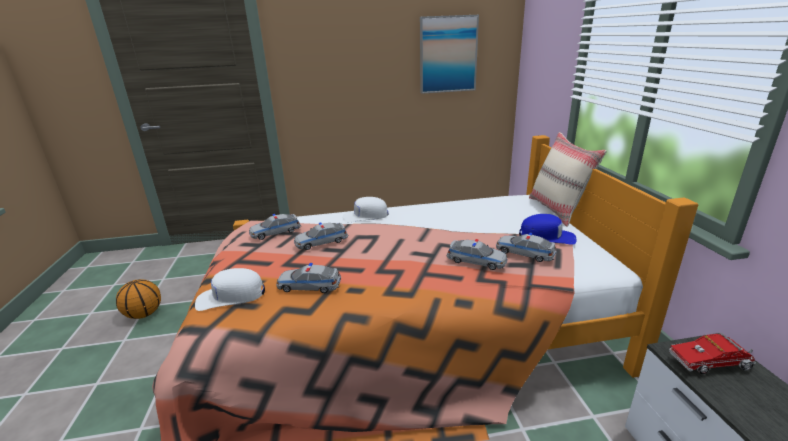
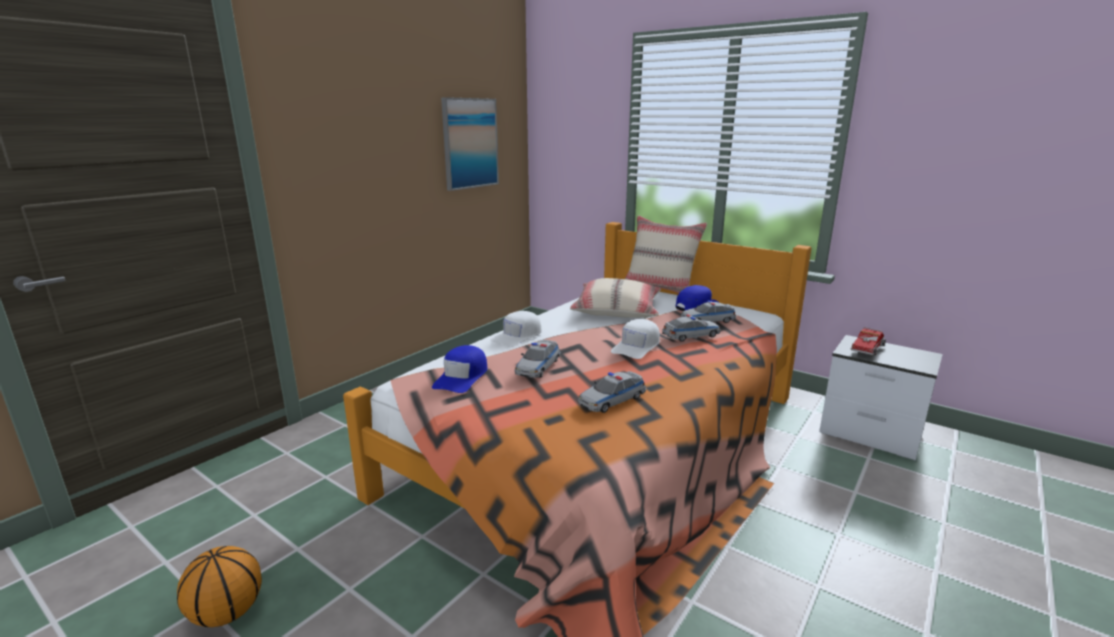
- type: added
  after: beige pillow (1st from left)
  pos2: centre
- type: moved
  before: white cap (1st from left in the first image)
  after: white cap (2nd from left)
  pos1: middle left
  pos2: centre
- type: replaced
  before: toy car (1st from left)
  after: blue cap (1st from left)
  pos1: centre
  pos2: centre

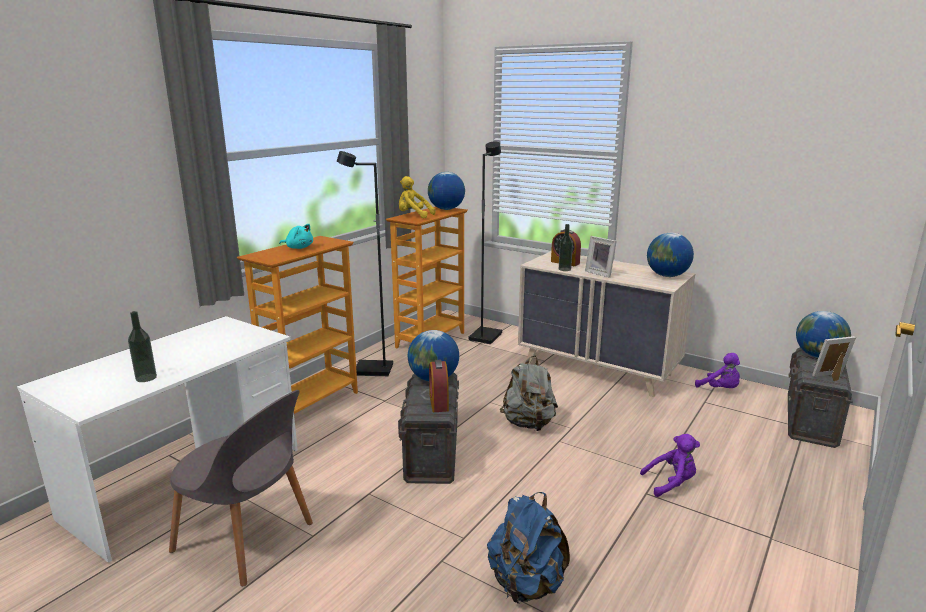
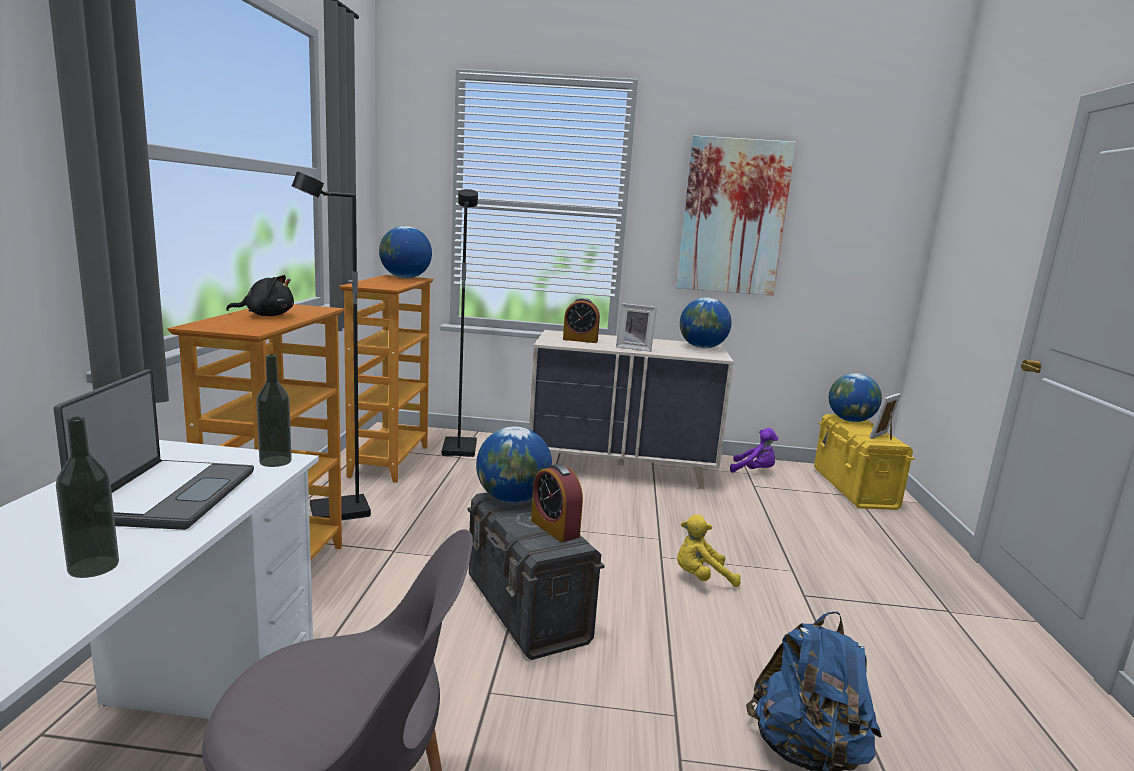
- type: removed
  before: grey backpack
  pos1: centre
- type: removed
  before: purple plush toy (1st from left)
  pos1: bottom right
- type: added
  after: laptop
  pos2: middle left
- type: added
  after: picture
  pos2: top centre
- type: moved
  before: yellow plush toy
  pos1: top centre
  pos2: bottom centre
- type: moved
  before: bottle (2nd from left)
  pos1: centre
  pos2: middle left
- type: recoloured
  before: turquoise plush toy
  after: black plush toy
  pos1: middle left
  pos2: middle left
- type: recoloured
  before: grey storage box (2nd from left)
  after: yellow storage box
  pos1: middle right
  pos2: middle right

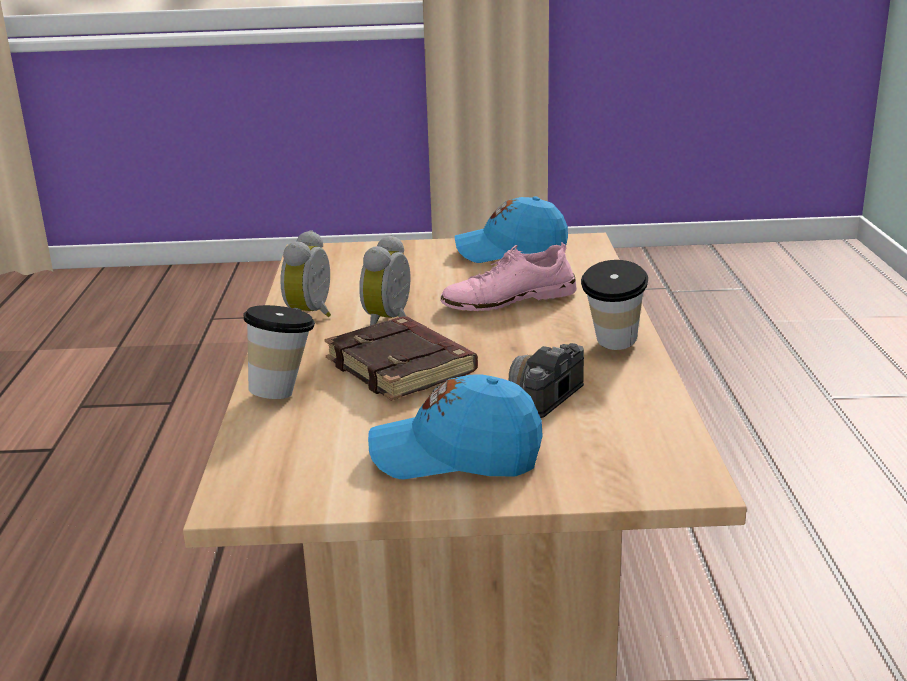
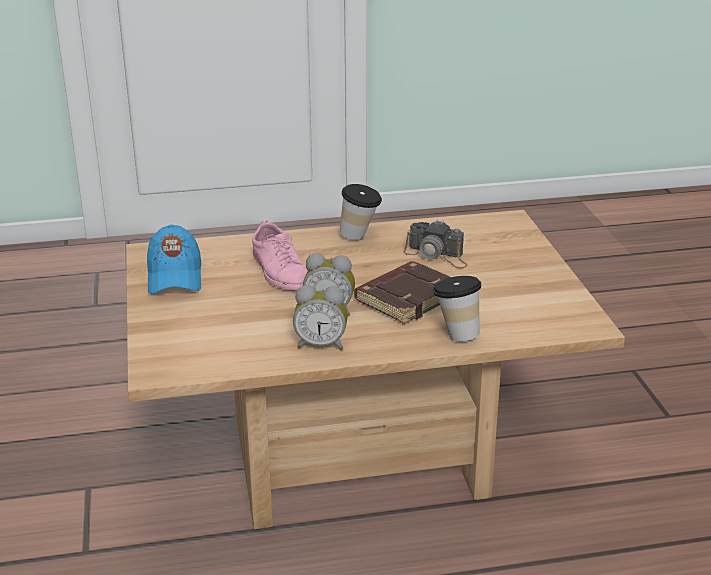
- type: removed
  before: blue cap (1st from left)
  pos1: centre

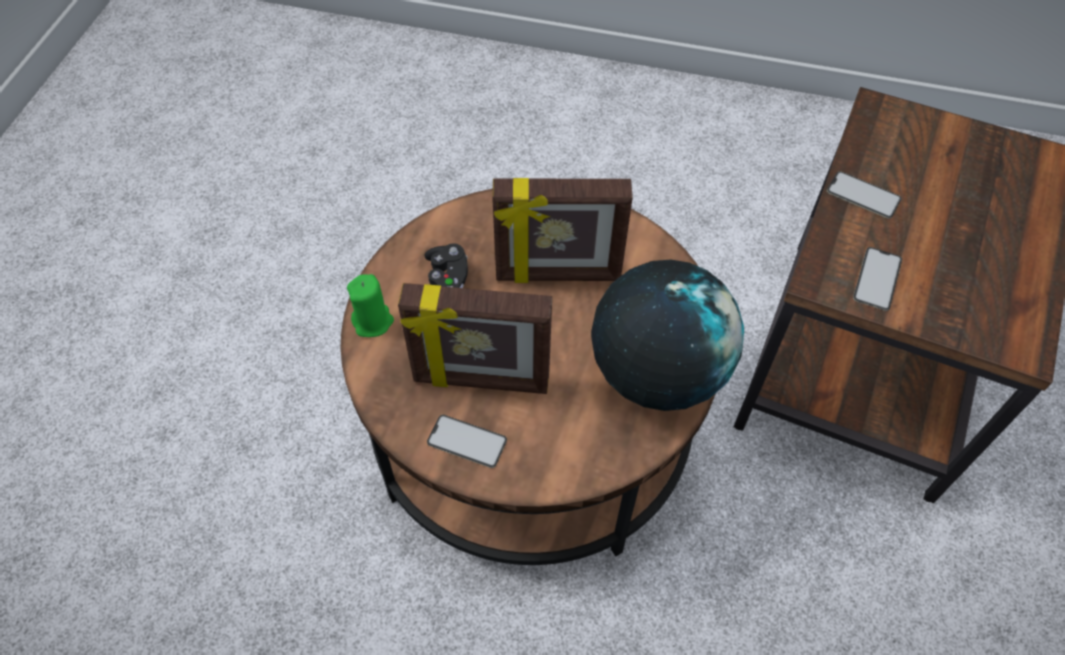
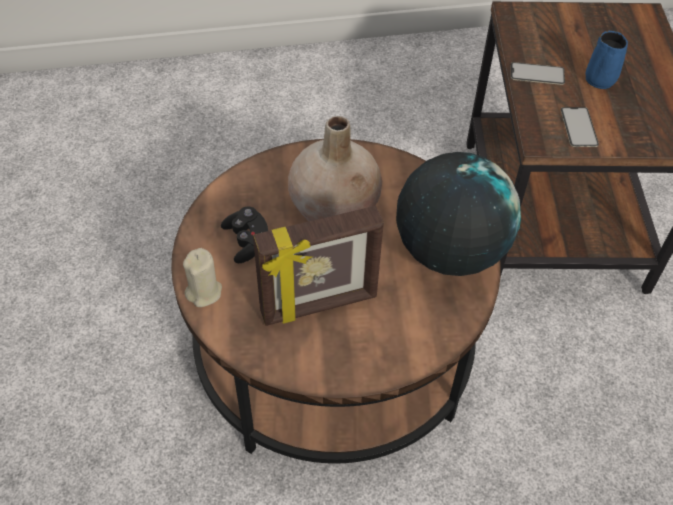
- type: removed
  before: phone (1st from left)
  pos1: bottom centre
- type: added
  after: blue mug
  pos2: top right
- type: replaced
  before: picture frame (2nd from left)
  after: beige vase
  pos1: centre
  pos2: top centre
- type: recoloured
  before: green candle
  after: beige candle
  pos1: centre
  pos2: middle left

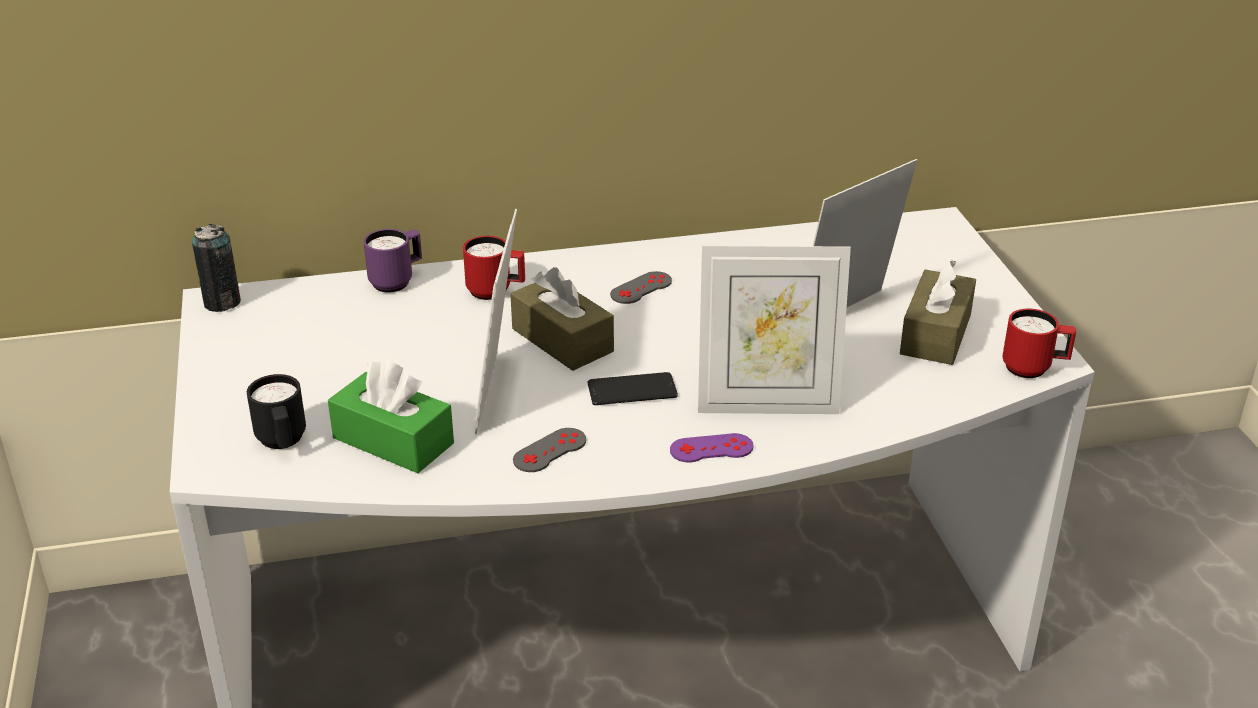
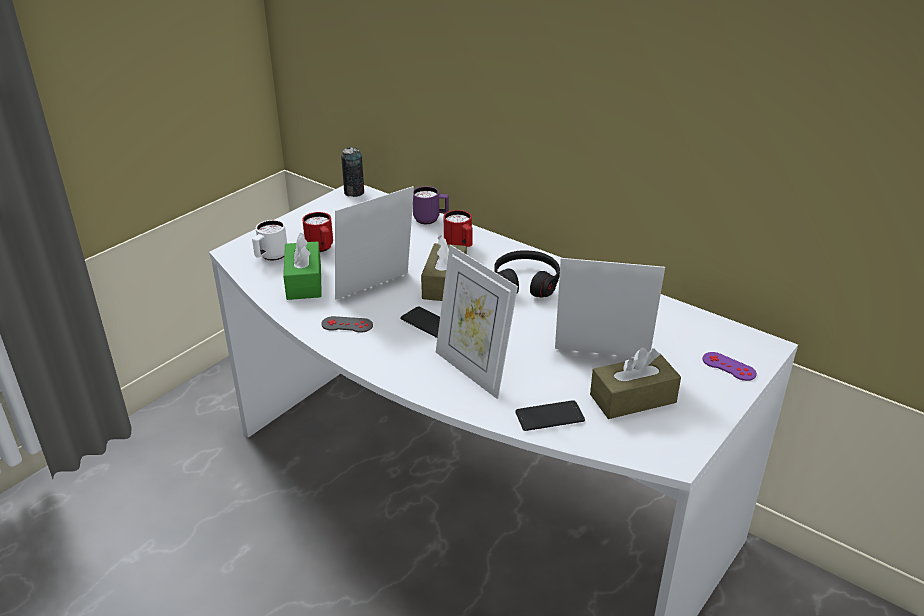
- type: added
  after: phone (2nd from left)
  pos2: bottom centre
- type: moved
  before: purple game controller
  pos1: centre
  pos2: middle right
- type: moved
  before: red mug (2nd from left in the first image)
  after: red mug (1st from left)
  pos1: middle right
  pos2: centre
- type: replaced
  before: grey game controller (2nd from left)
  after: black headphones
  pos1: centre
  pos2: centre
- type: recoloured
  before: black mug
  after: white mug
  pos1: middle left
  pos2: middle left

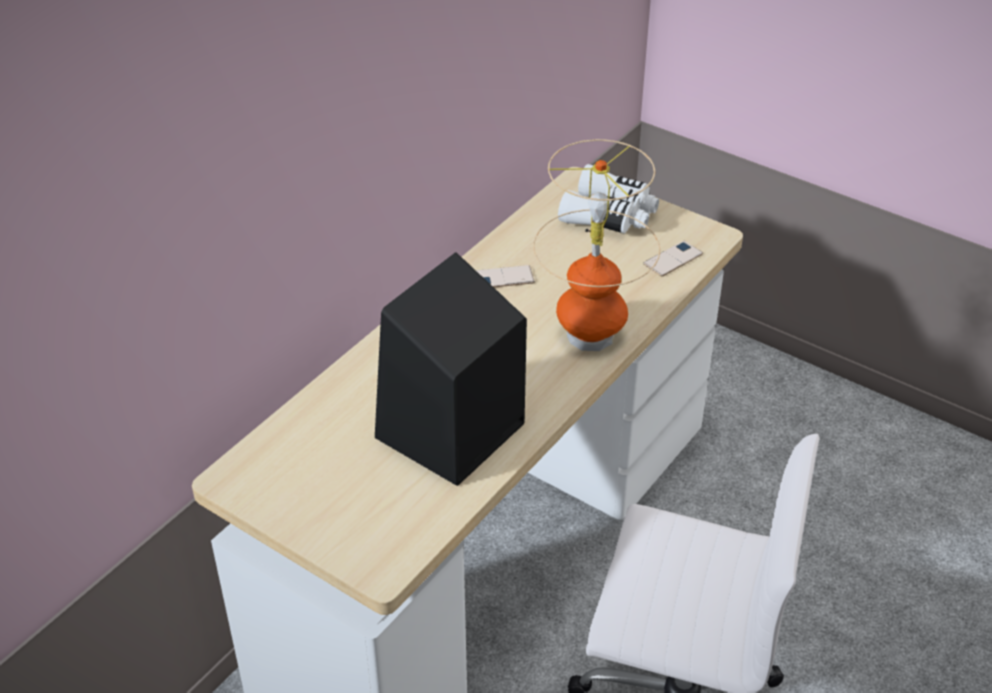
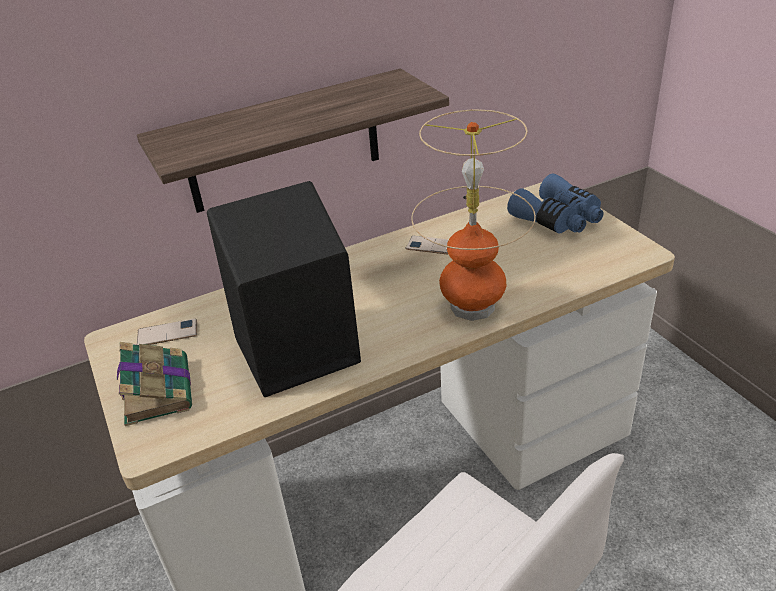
- type: added
  after: book
  pos2: middle left
- type: added
  after: shelf
  pos2: top centre
- type: moved
  before: phone (2nd from left in the first image)
  after: phone (1st from left)
  pos1: middle right
  pos2: middle left
- type: recoloured
  before: white binoculars
  after: blue binoculars
  pos1: top centre
  pos2: middle right

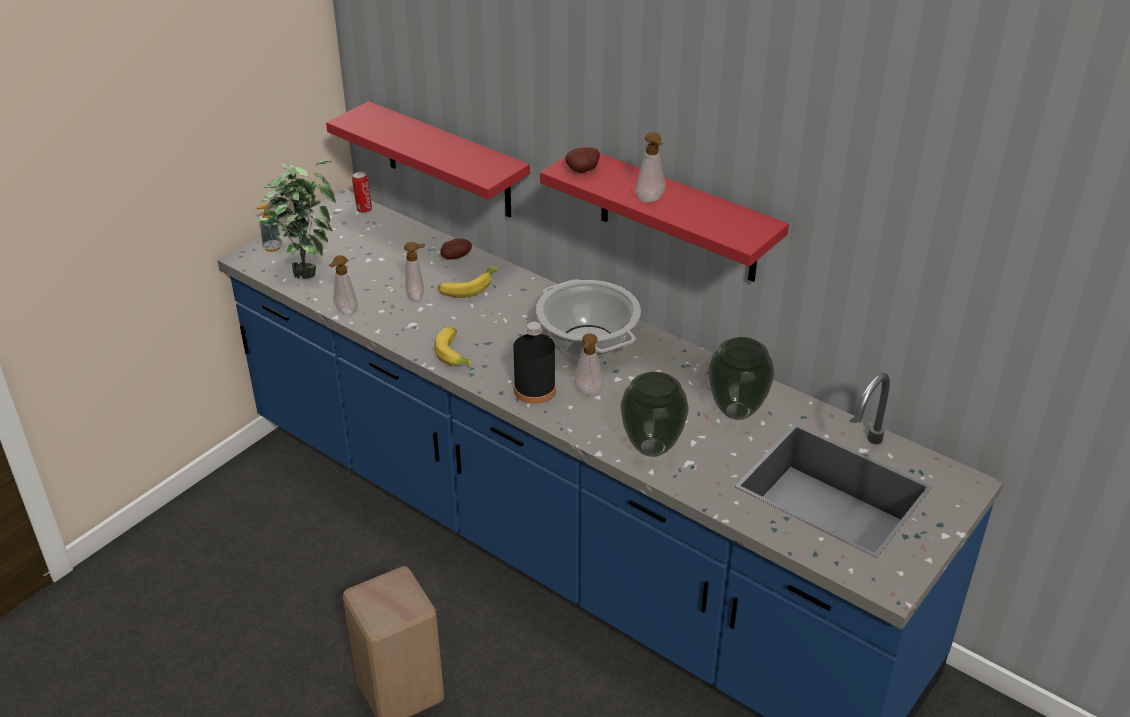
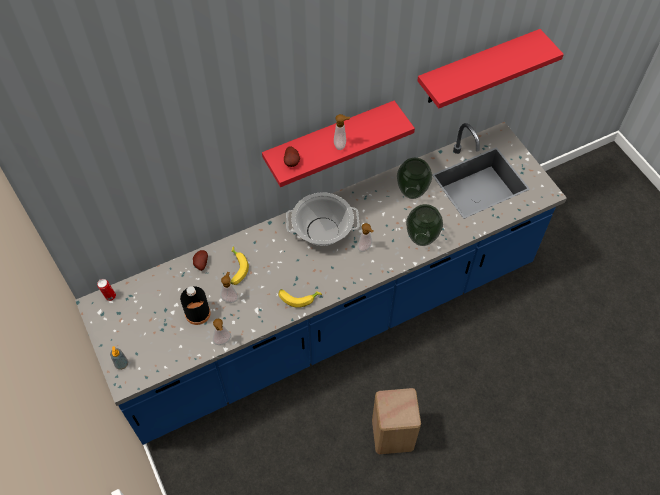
- type: removed
  before: potted plant
  pos1: top left
- type: moved
  before: red shelf (1st from left in the first image)
  after: red shelf (2nd from left)
  pos1: top centre
  pos2: top right
- type: moved
  before: black bottle
  pos1: centre
  pos2: middle left

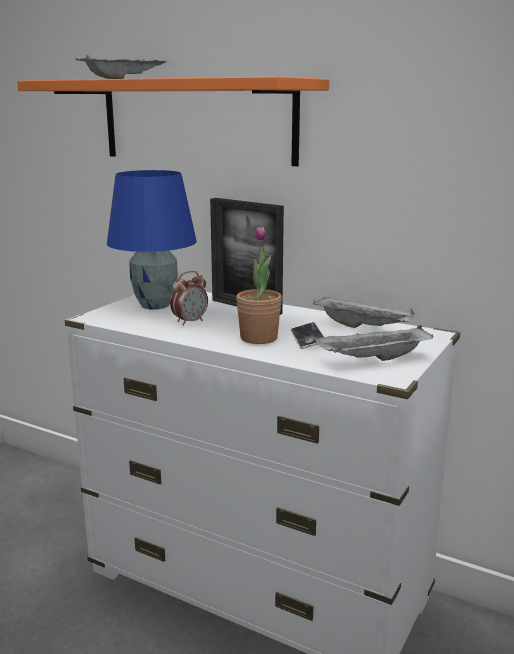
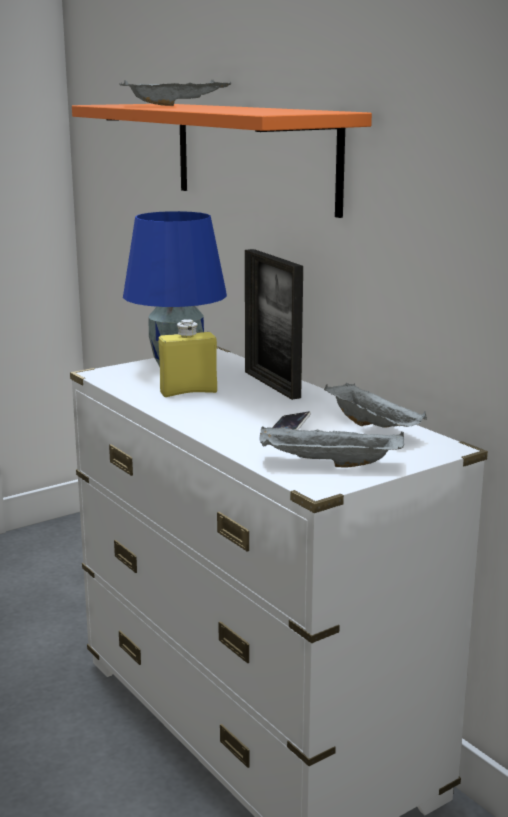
- type: removed
  before: potted plant
  pos1: centre
- type: replaced
  before: alarm clock
  after: yellow bottle
  pos1: centre
  pos2: centre

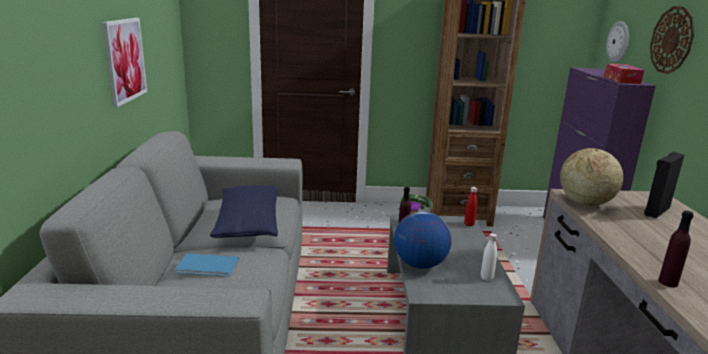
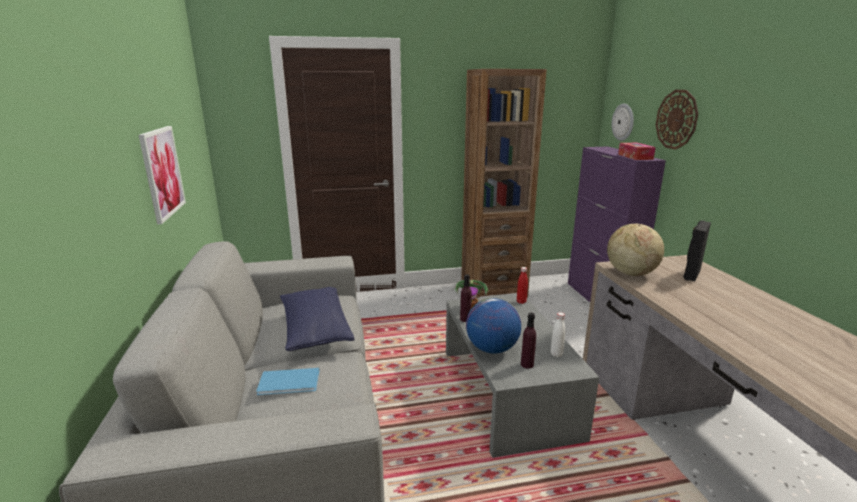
- type: moved
  before: purple bottle (2nd from left)
  pos1: bottom right
  pos2: bottom centre

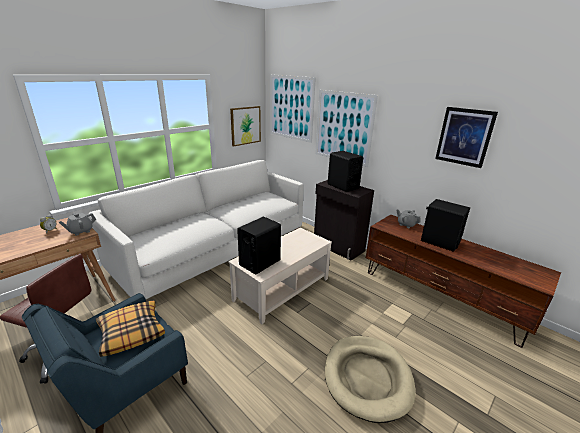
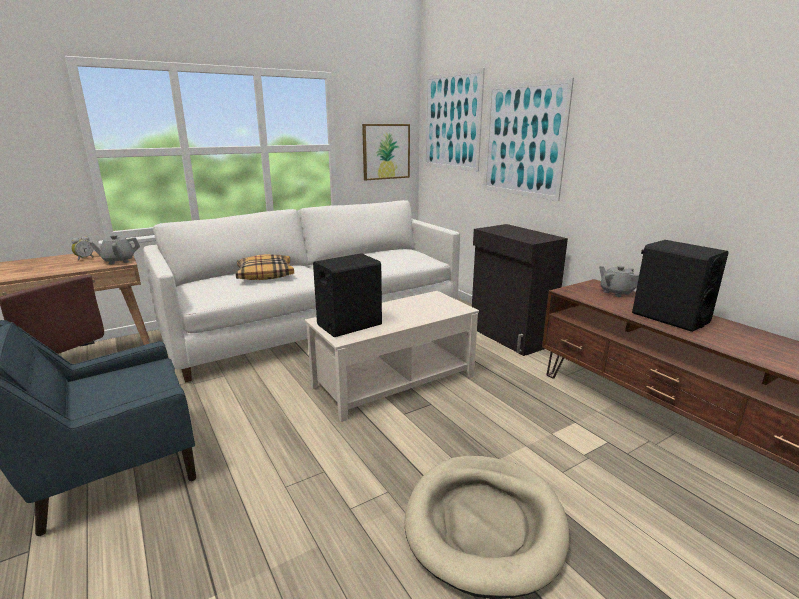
- type: removed
  before: black speaker (2nd from left)
  pos1: centre
- type: removed
  before: picture (4th from left)
  pos1: top right
- type: moved
  before: pillow
  pos1: bottom left
  pos2: middle left

